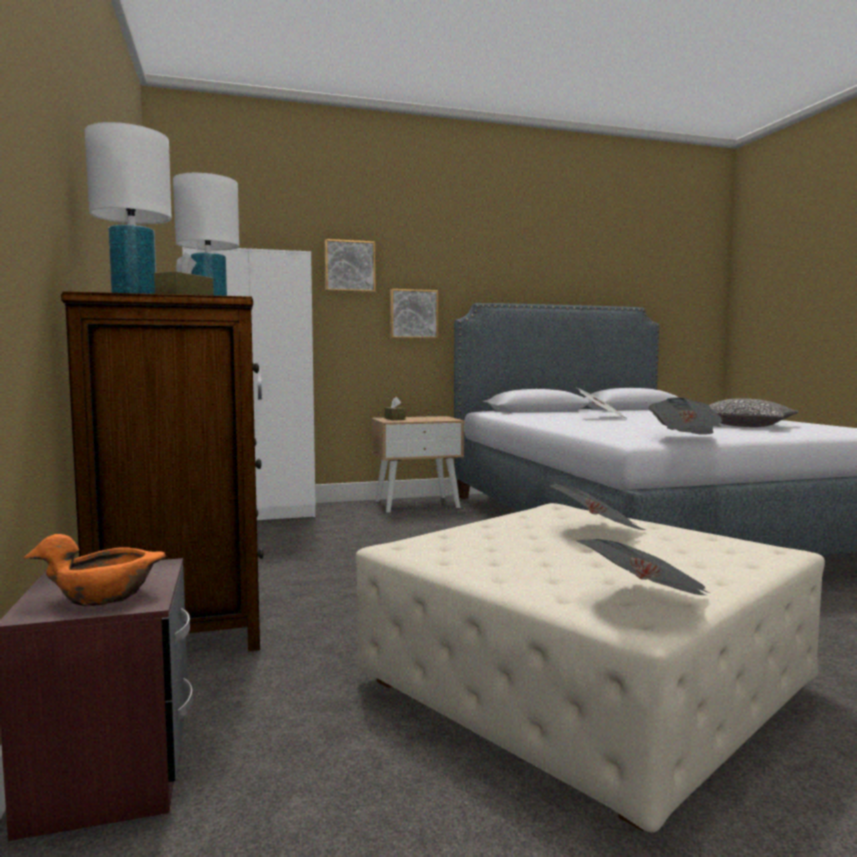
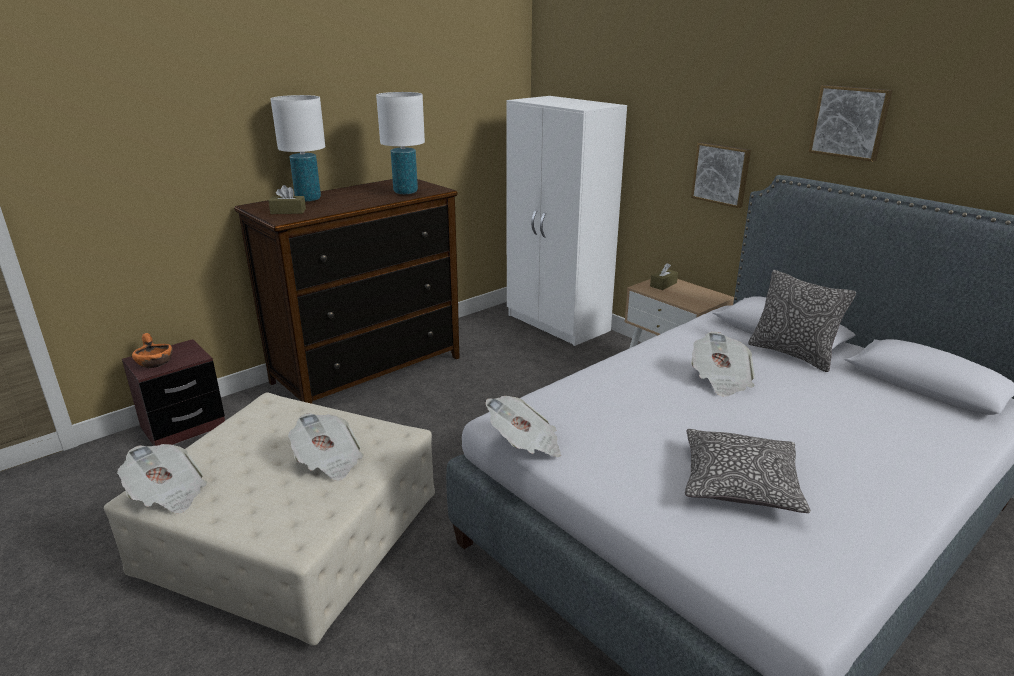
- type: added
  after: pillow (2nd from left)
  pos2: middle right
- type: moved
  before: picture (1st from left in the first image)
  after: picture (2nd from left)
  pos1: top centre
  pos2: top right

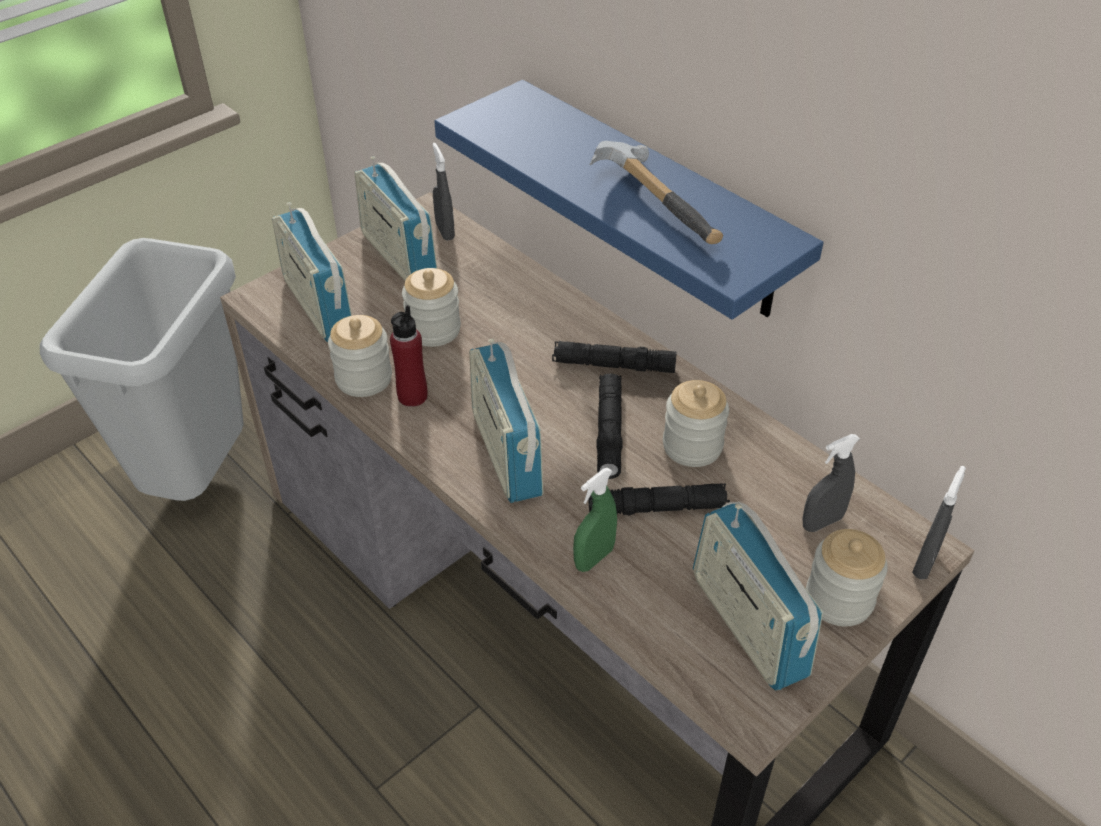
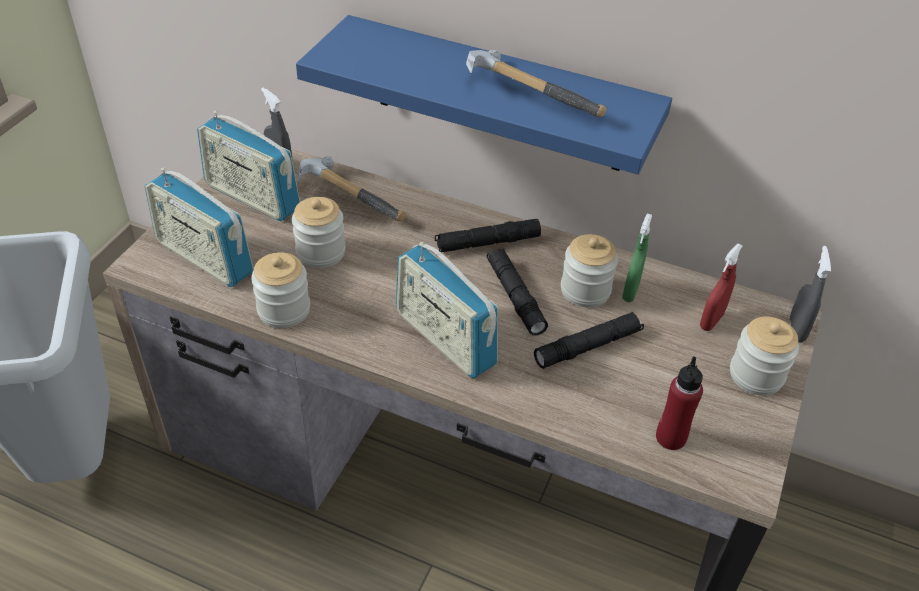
- type: removed
  before: radio (4th from left)
  pos1: bottom right
- type: added
  after: hammer (1st from left)
  pos2: top centre
- type: moved
  before: red bottle
  pos1: centre
  pos2: bottom right
- type: moved
  before: green spray bottle
  pos1: centre
  pos2: middle right
- type: recoloured
  before: grey spray bottle (2nd from left)
  after: red spray bottle
  pos1: middle right
  pos2: middle right

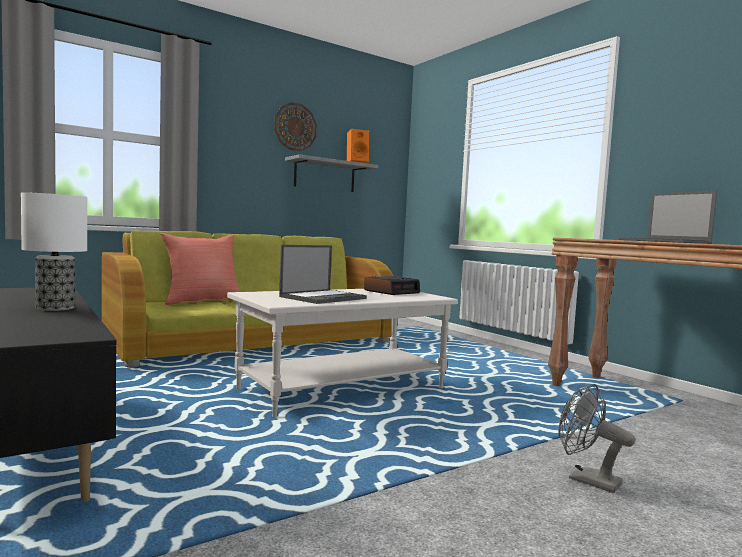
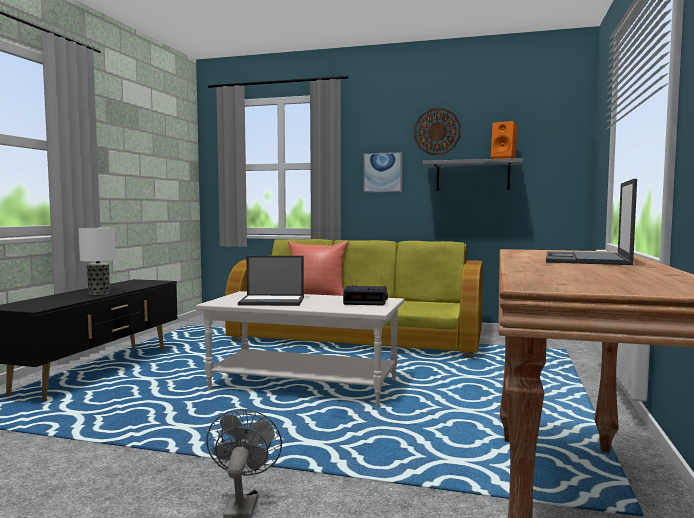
- type: added
  after: picture
  pos2: top centre

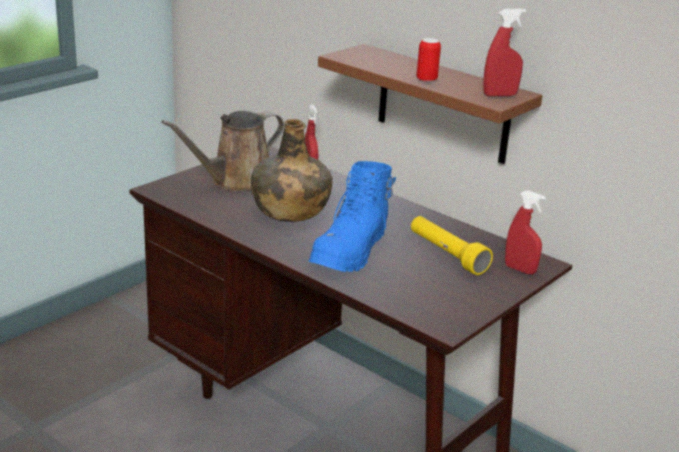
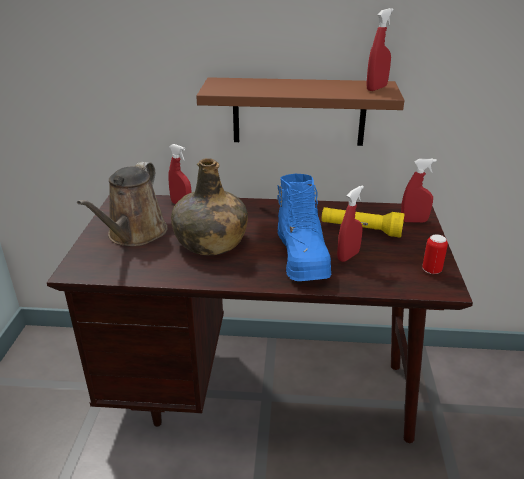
- type: added
  after: red spray bottle (2nd from left)
  pos2: middle right
- type: moved
  before: can
  pos1: top centre
  pos2: middle right

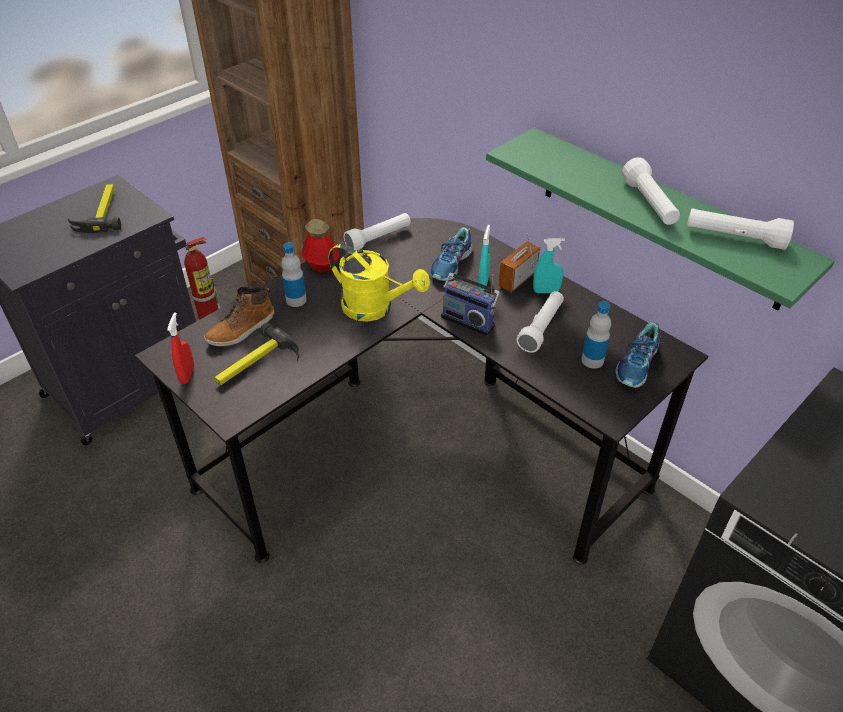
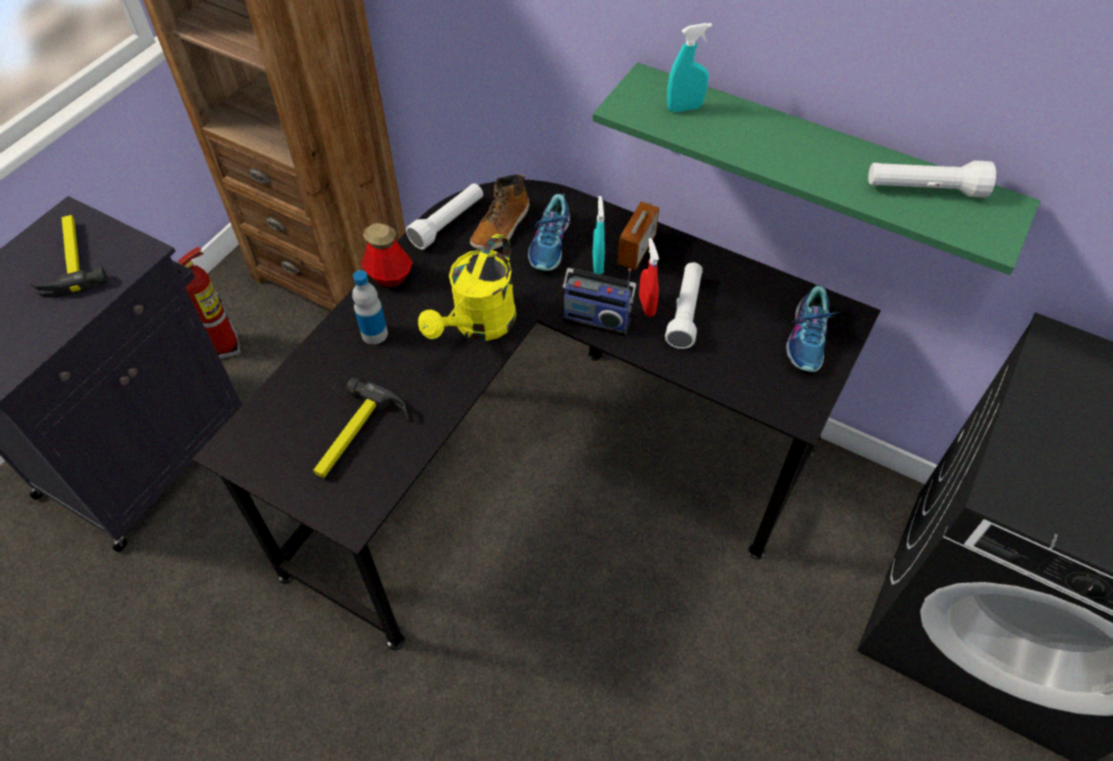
- type: removed
  before: bottle (3rd from left)
  pos1: middle right
- type: removed
  before: white flashlight (3rd from left)
  pos1: top right
- type: moved
  before: red spray bottle
  pos1: middle left
  pos2: centre
- type: moved
  before: boot
  pos1: middle left
  pos2: top centre
- type: moved
  before: turquoise spray bottle (2nd from left)
  pos1: centre
  pos2: top centre
- type: turned
  before: yellow watering can
  pos1: centre
  pos2: centre
  turn: 105

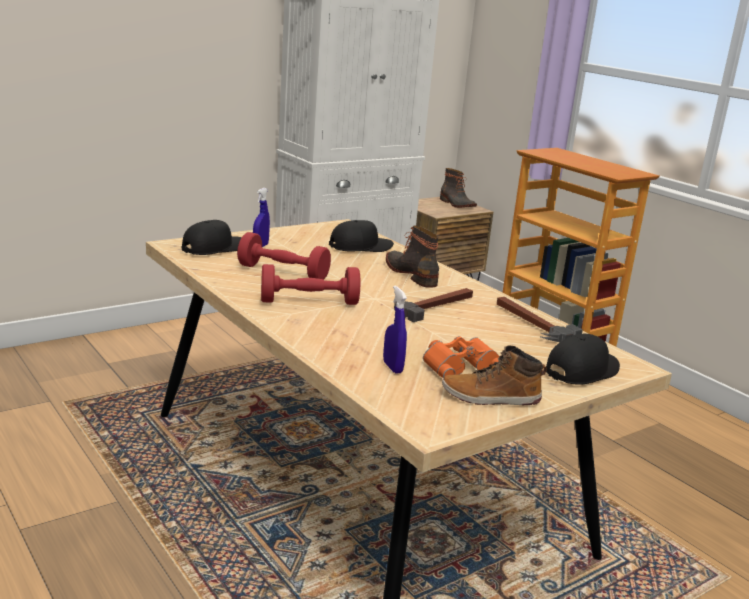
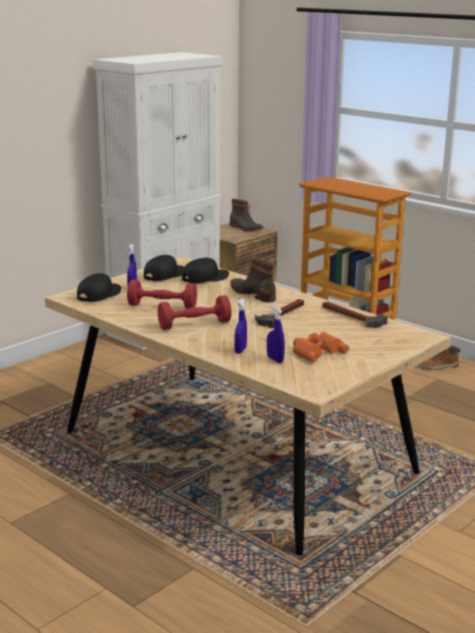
- type: added
  after: blue spray bottle (2nd from left)
  pos2: centre
- type: moved
  before: boot (3rd from left)
  pos1: centre
  pos2: middle right
- type: moved
  before: black cap (3rd from left in the first image)
  after: black cap (2nd from left)
  pos1: middle right
  pos2: centre

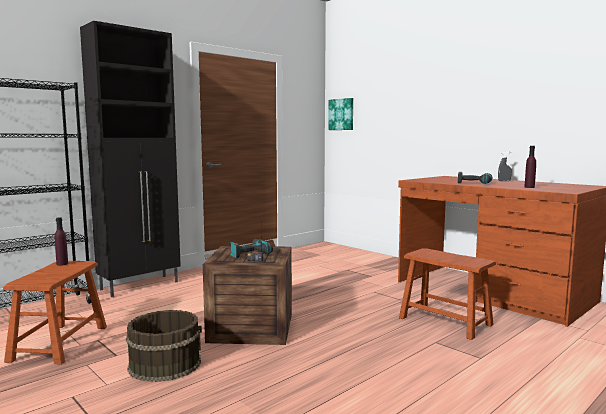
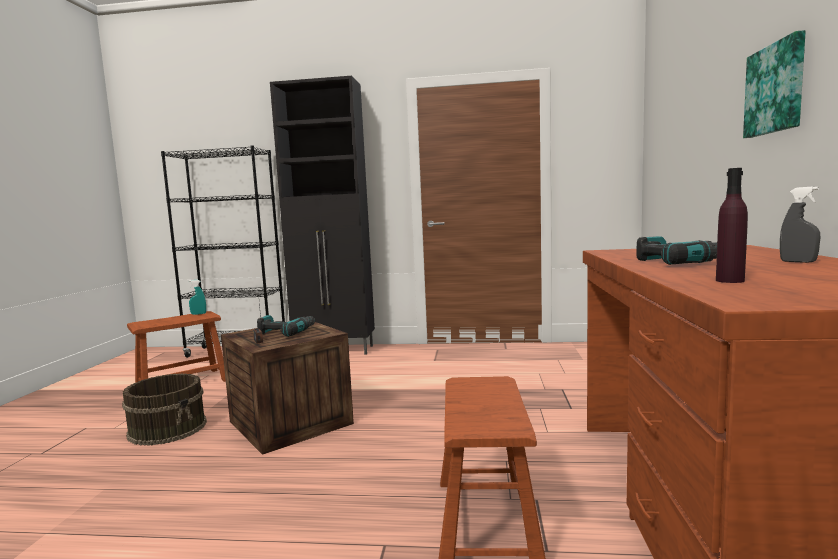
- type: moved
  before: picture
  pos1: top centre
  pos2: top right
- type: replaced
  before: purple bottle (1st from left)
  after: turquoise spray bottle
  pos1: middle left
  pos2: middle left

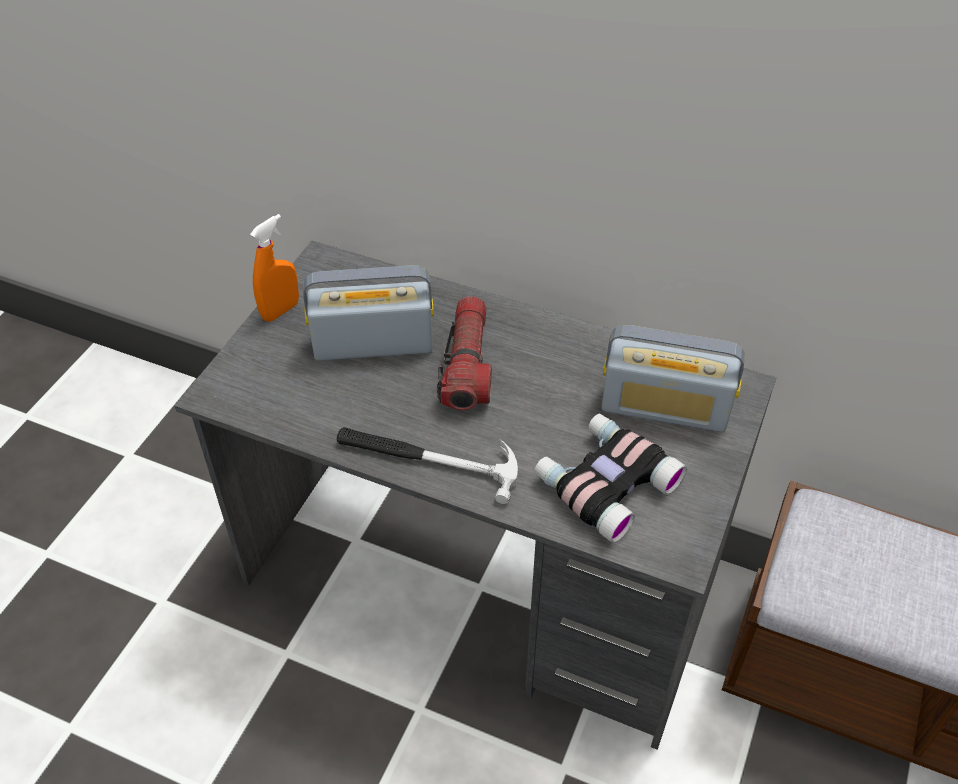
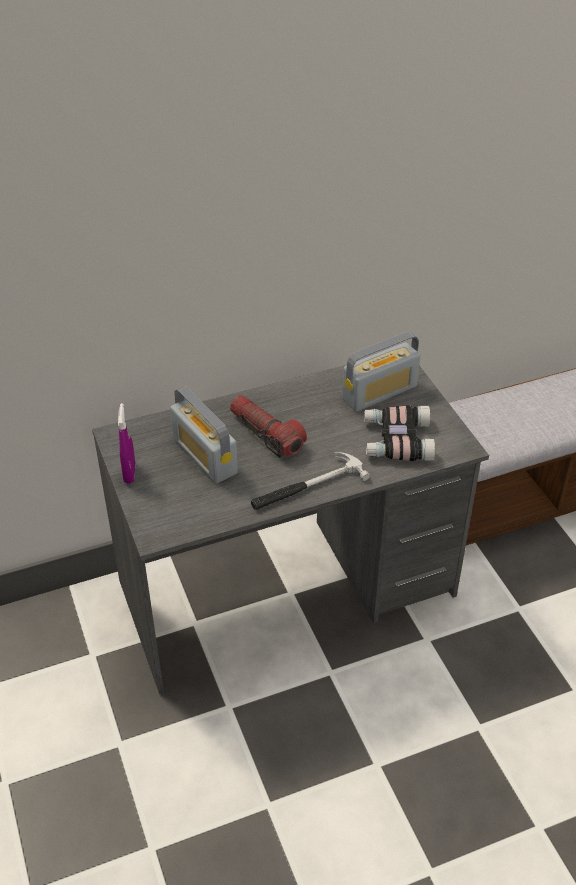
- type: recoloured
  before: orange spray bottle
  after: purple spray bottle
  pos1: middle left
  pos2: middle left
- type: turned
  before: radio (1st from left)
  pos1: centre
  pos2: centre
  turn: -75

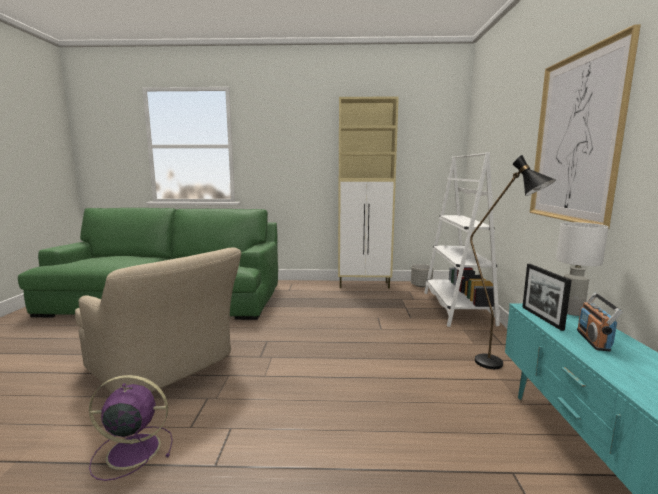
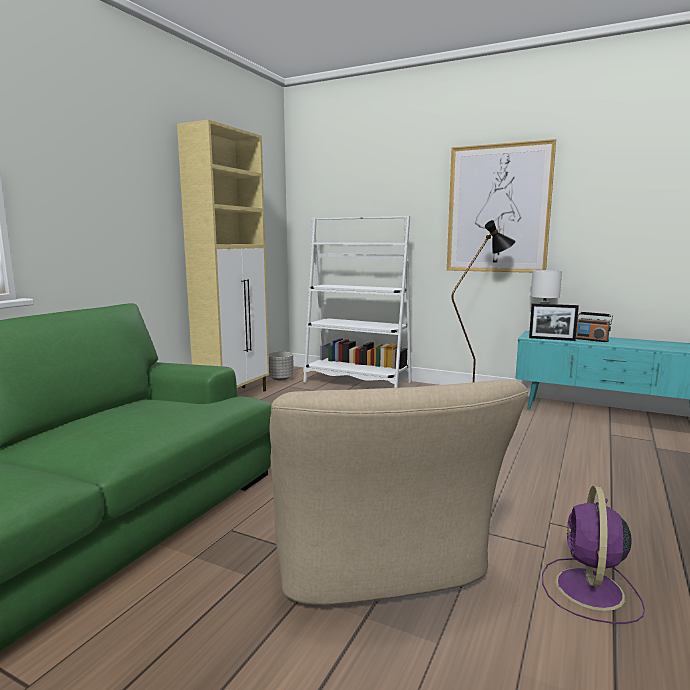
- type: turned
  before: beige armchair
  pos1: middle left
  pos2: bottom centre
  turn: 105

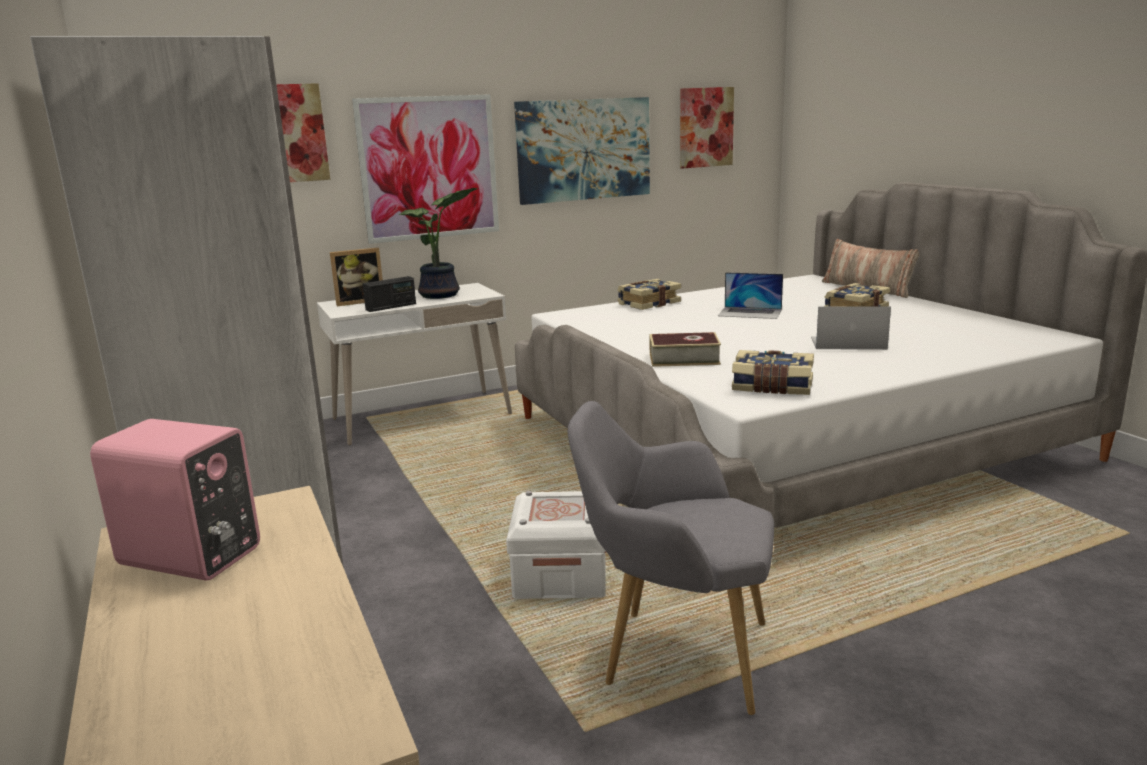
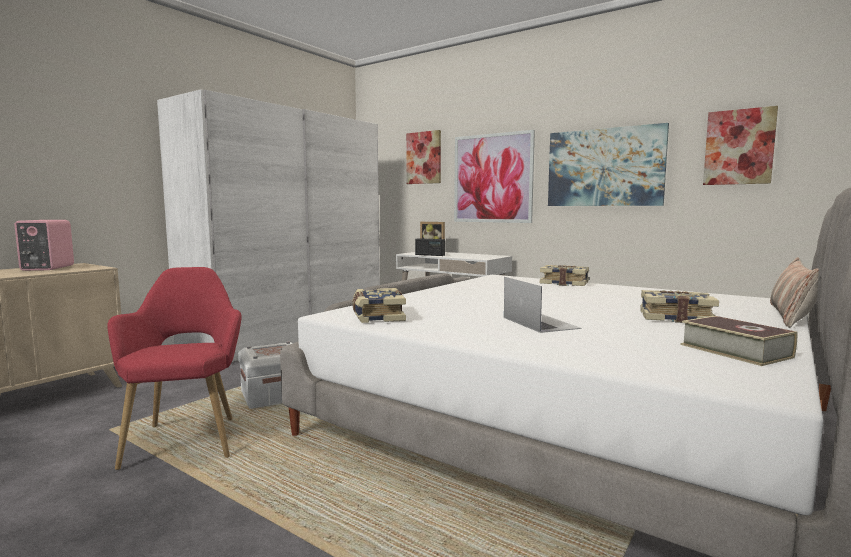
- type: removed
  before: potted plant
  pos1: top centre
- type: removed
  before: laptop (1st from left)
  pos1: centre
- type: moved
  before: book (2nd from left in the first image)
  after: book (4th from left)
  pos1: centre
  pos2: middle right
- type: recoloured
  before: grey armchair
  after: red armchair
  pos1: bottom centre
  pos2: middle left

